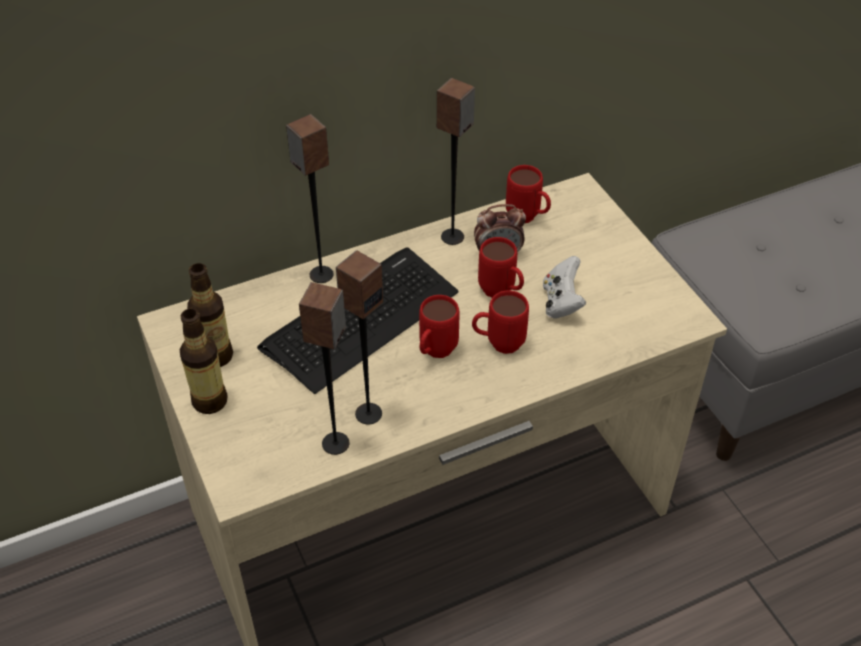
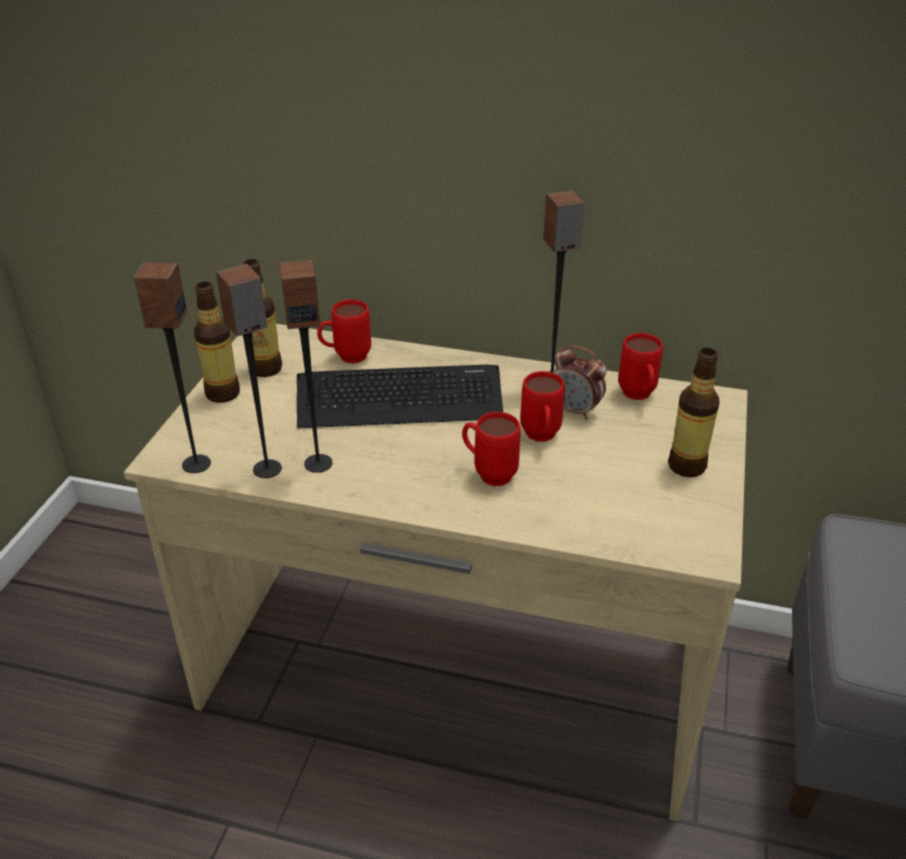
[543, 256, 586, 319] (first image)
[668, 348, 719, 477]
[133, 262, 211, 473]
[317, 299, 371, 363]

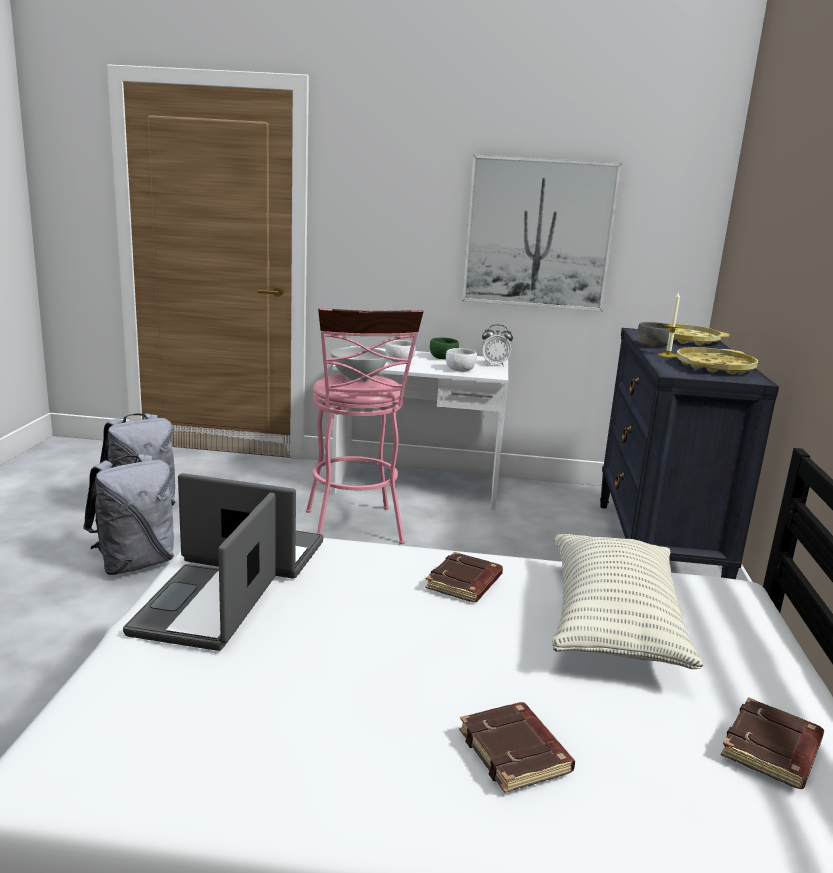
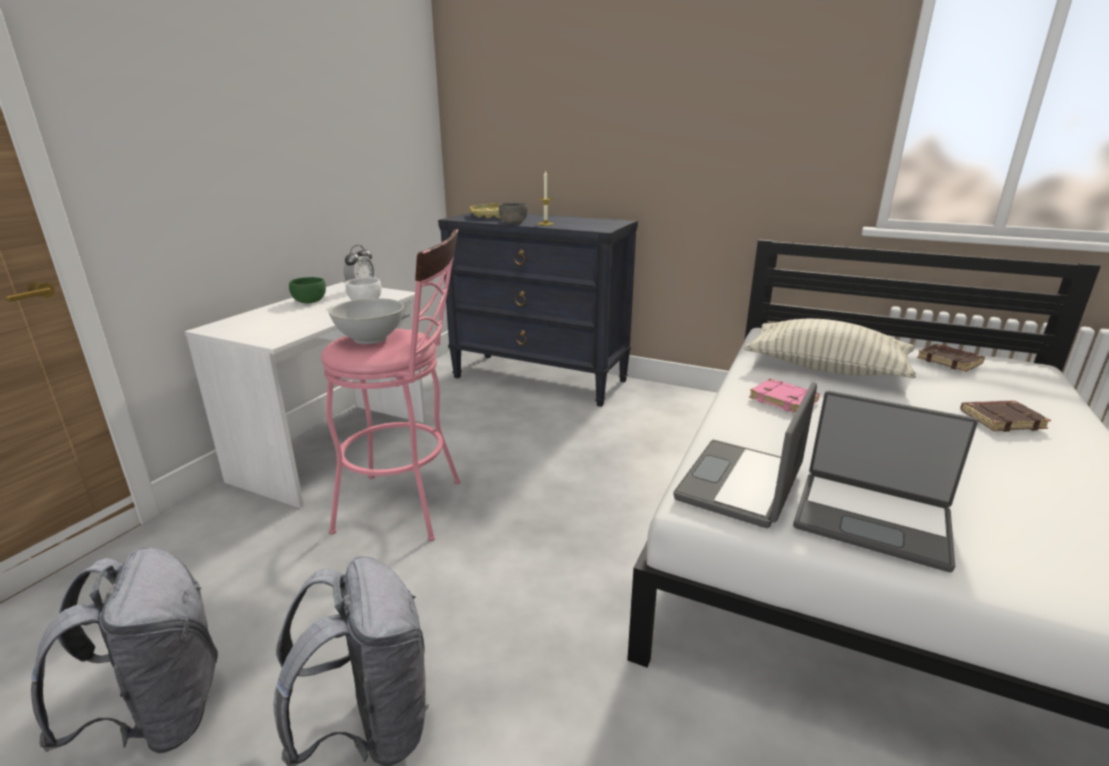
[385, 340, 415, 362] (first image)
[462, 155, 622, 312] (first image)
[676, 347, 758, 374] (first image)
[749, 379, 820, 413]

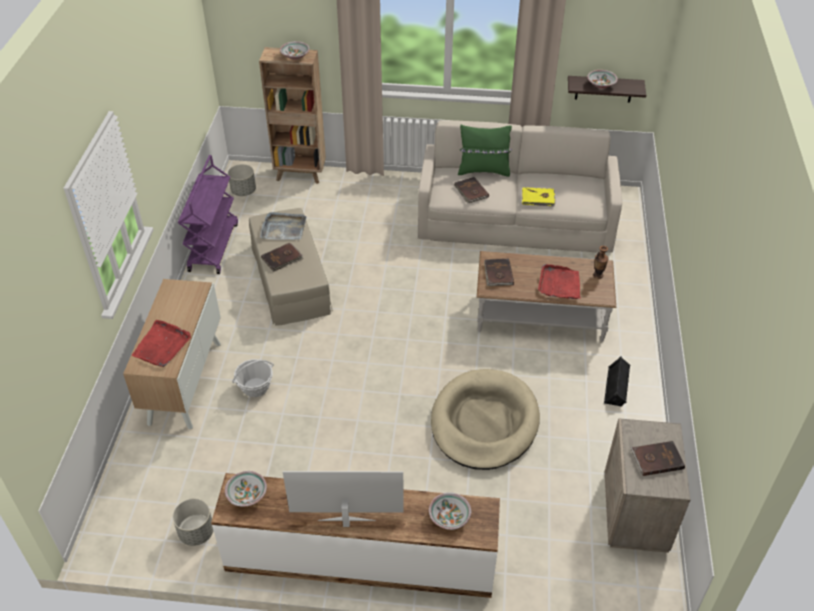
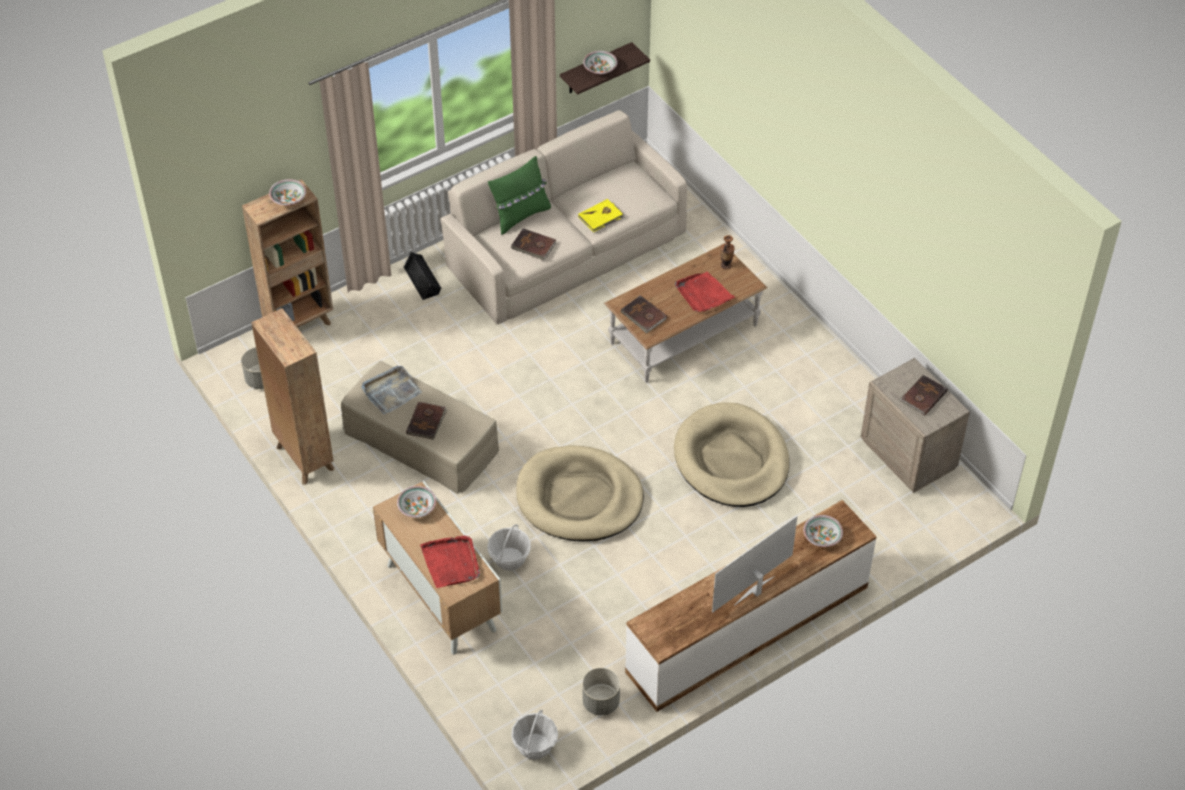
[511, 709, 558, 760]
[516, 445, 644, 542]
[397, 486, 436, 518]
[404, 252, 442, 300]
[251, 308, 334, 485]

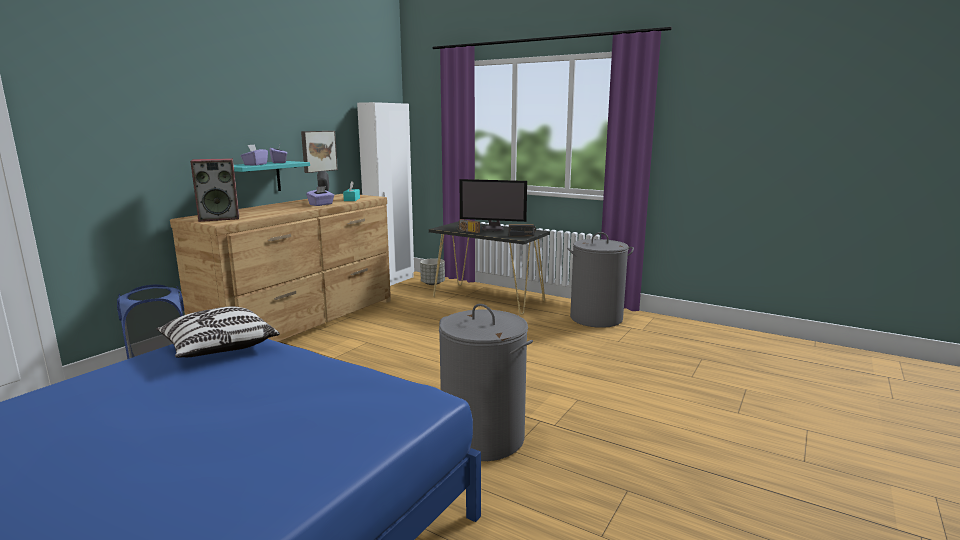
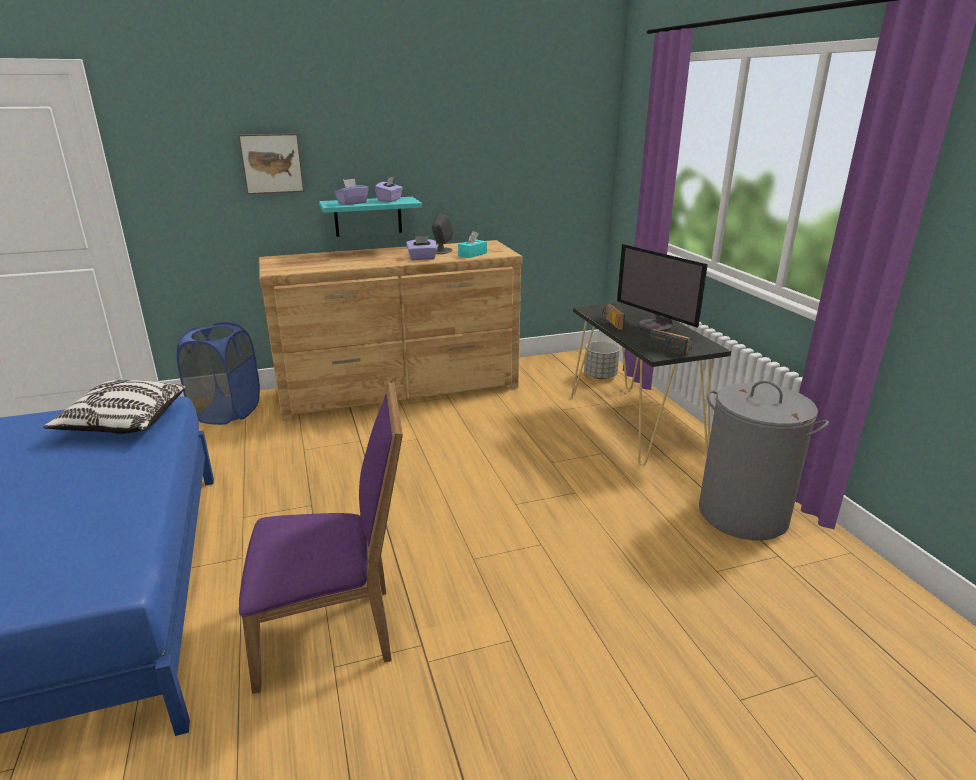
[190, 158, 239, 222] (first image)
[357, 102, 414, 286] (first image)
[238, 133, 304, 194]
[239, 381, 403, 694]

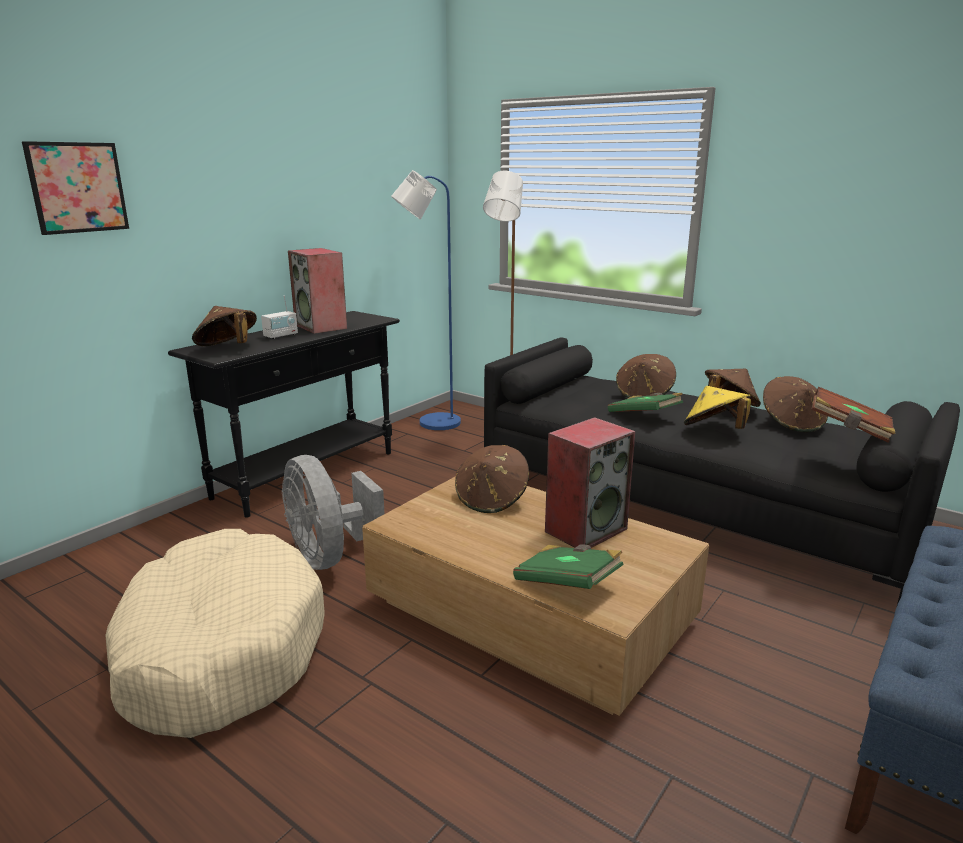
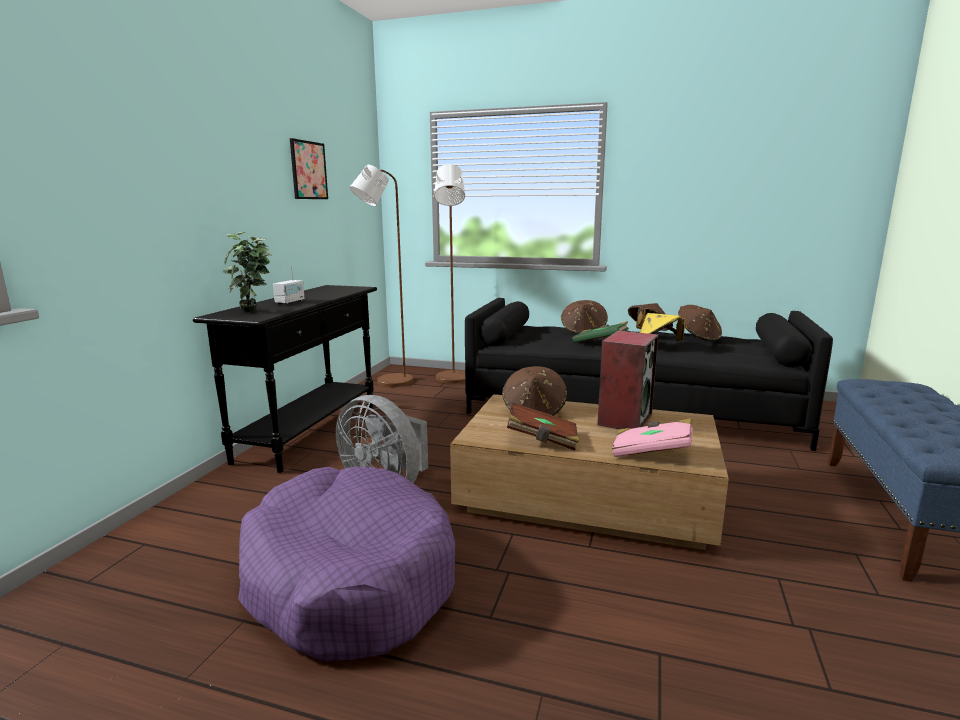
[288, 248, 347, 334] (first image)
[290, 138, 328, 199]
[507, 403, 579, 451]
[222, 232, 272, 312]
[238, 466, 455, 661]
[350, 164, 413, 387]
[612, 419, 693, 457]

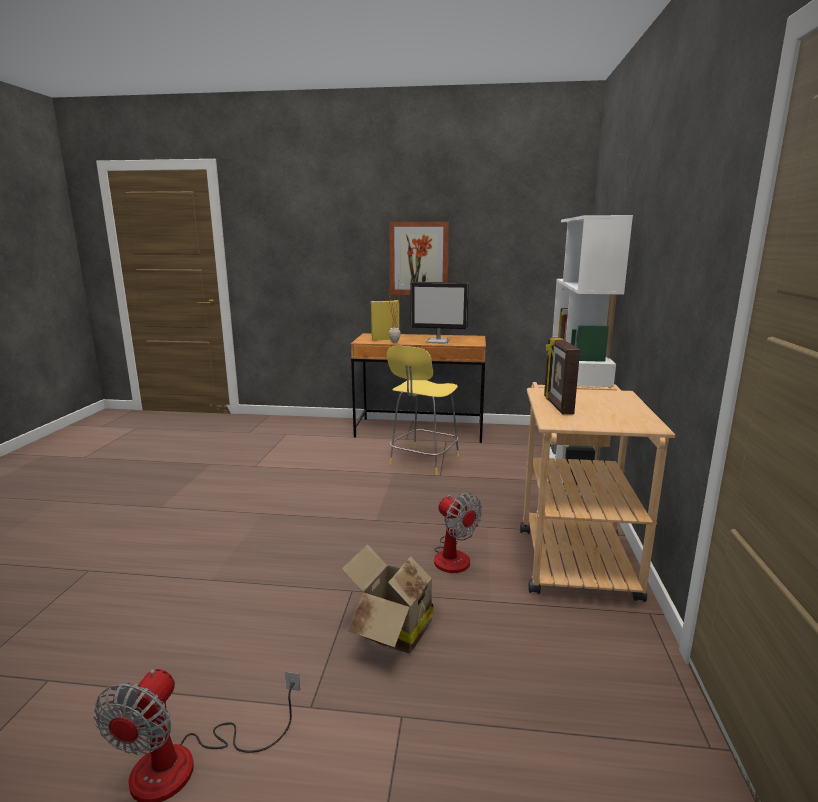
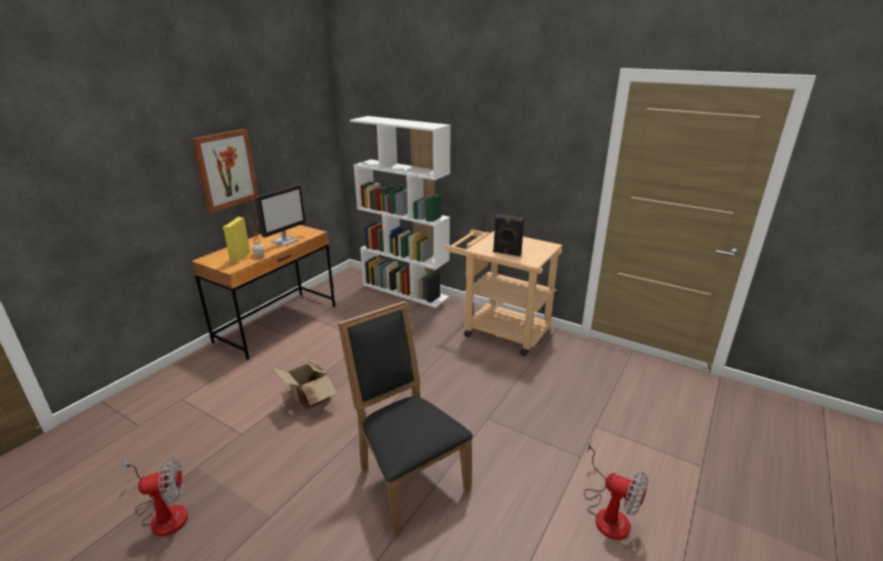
[387, 345, 459, 475] (first image)
[338, 301, 473, 535]
[273, 357, 337, 410]
[124, 458, 188, 536]
[493, 214, 524, 257]

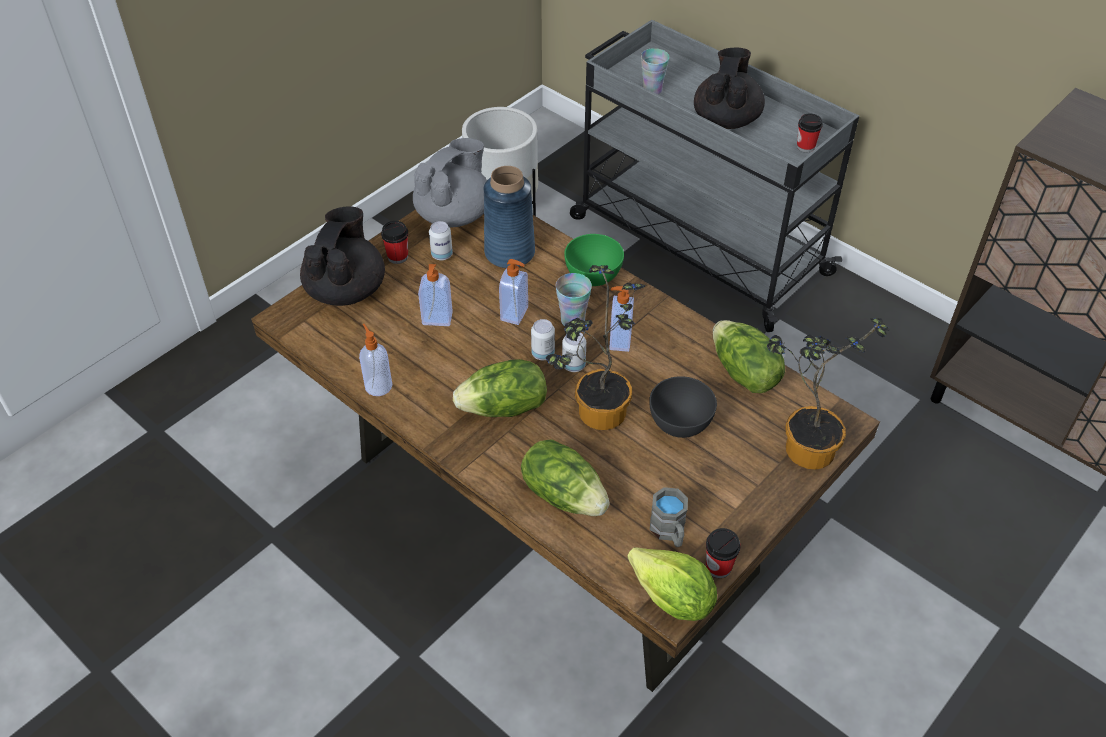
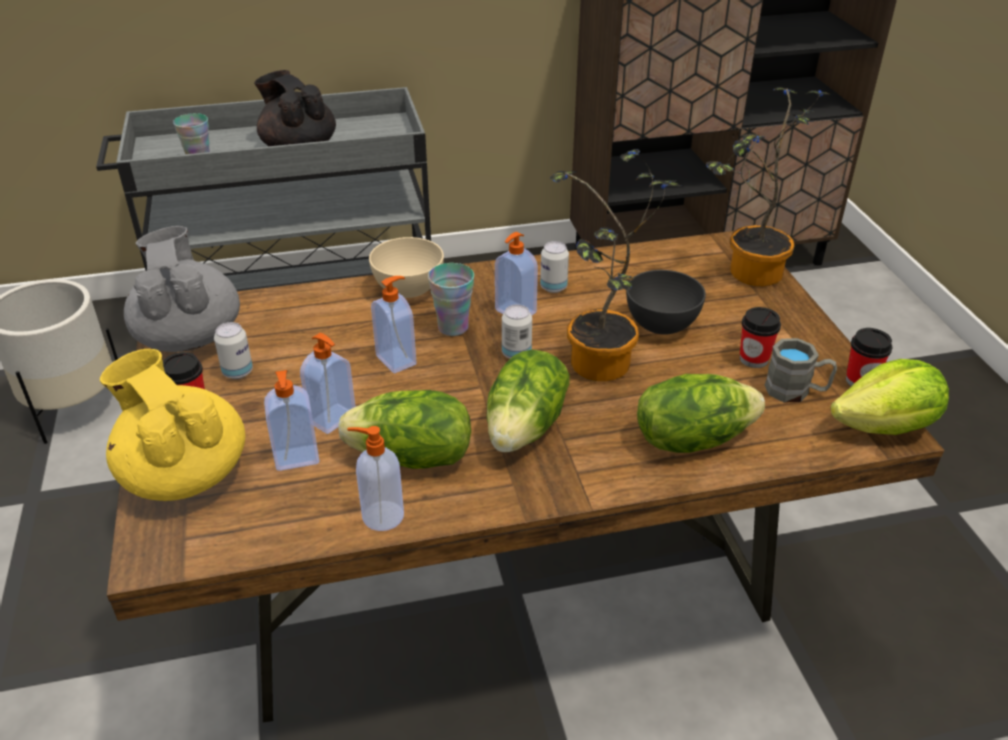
[484, 166, 535, 269] (first image)
[264, 370, 319, 471]
[540, 241, 569, 293]
[338, 390, 471, 469]
[740, 307, 781, 368]
[100, 349, 245, 501]
[369, 237, 444, 298]

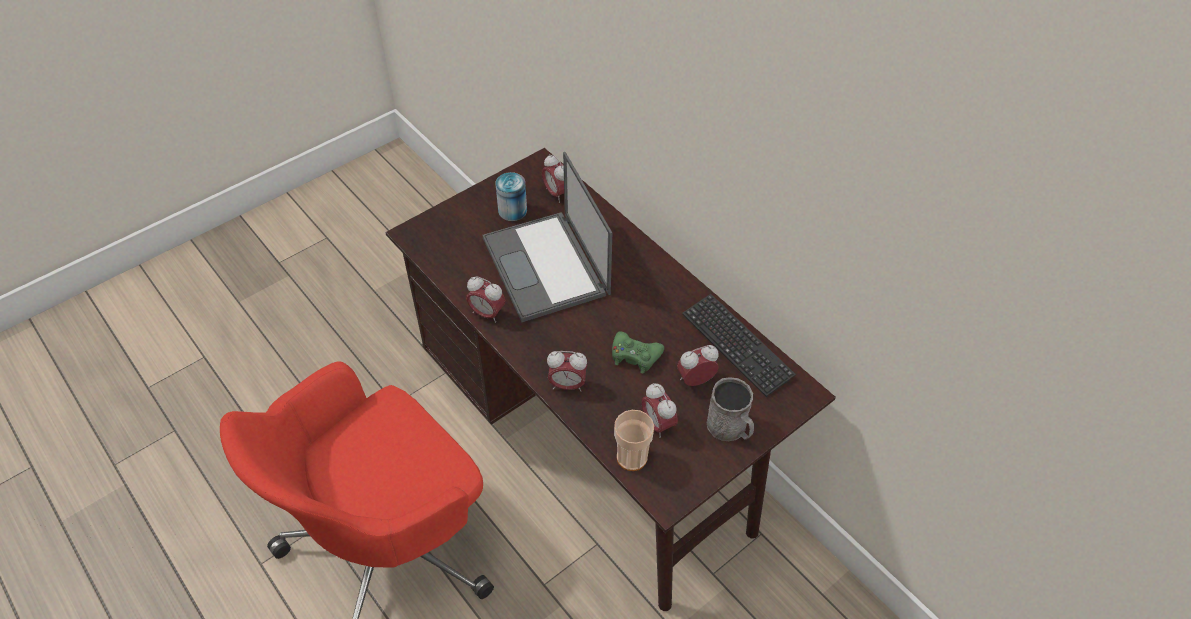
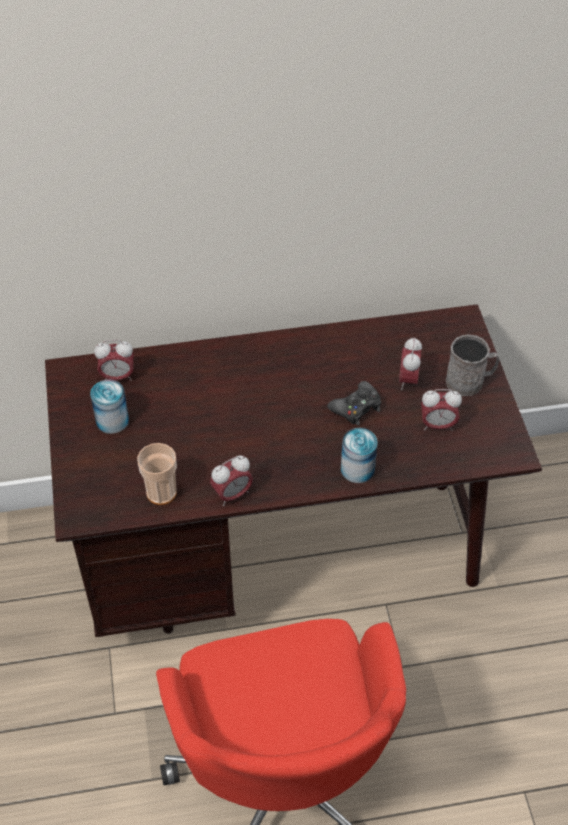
[482, 152, 612, 322] (first image)
[682, 294, 796, 397] (first image)
[137, 443, 177, 505]
[341, 428, 378, 483]
[327, 381, 381, 425]

